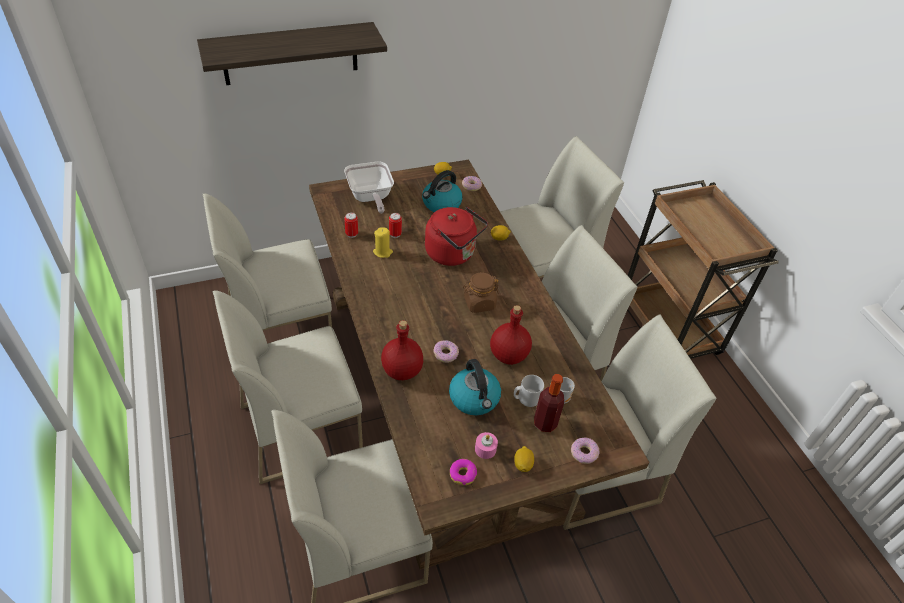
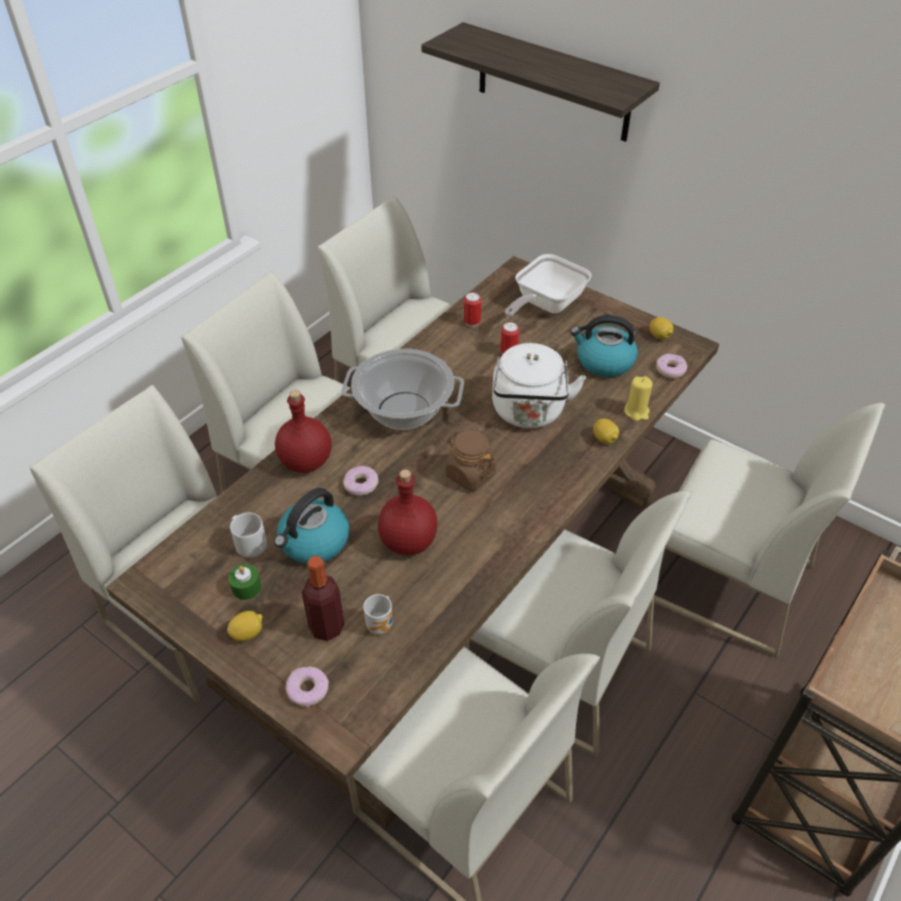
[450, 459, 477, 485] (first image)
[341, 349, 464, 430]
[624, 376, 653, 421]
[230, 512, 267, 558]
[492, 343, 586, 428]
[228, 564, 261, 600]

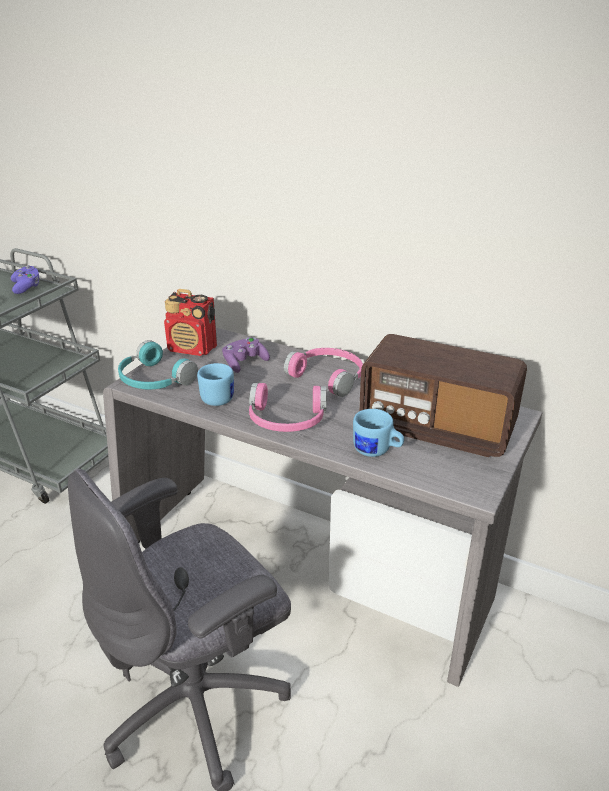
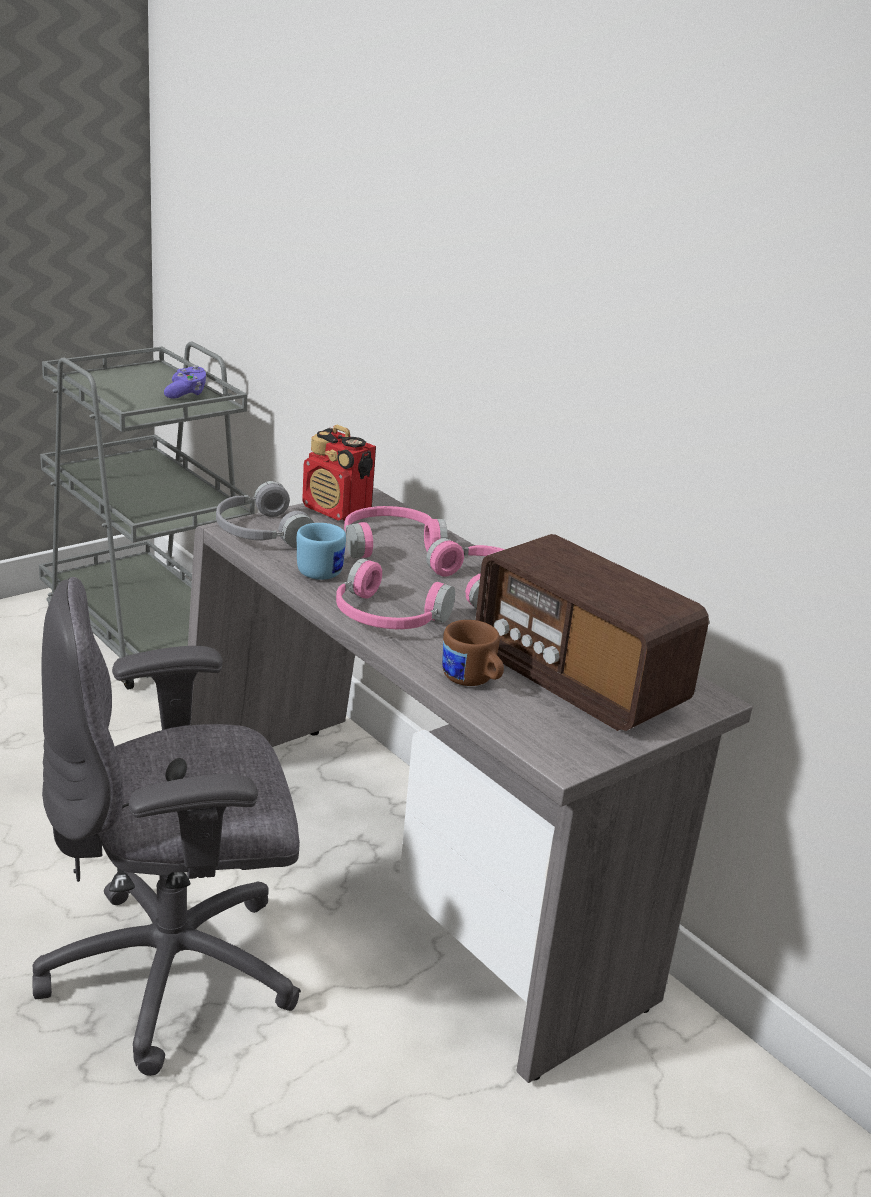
[344, 506, 448, 558]
[216, 481, 314, 548]
[442, 620, 504, 686]

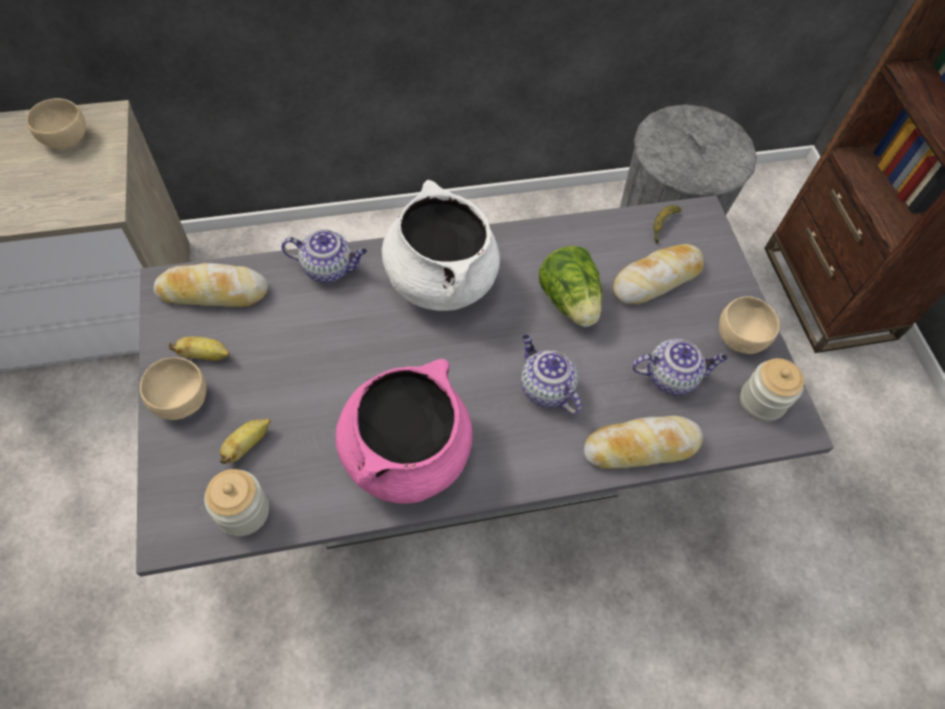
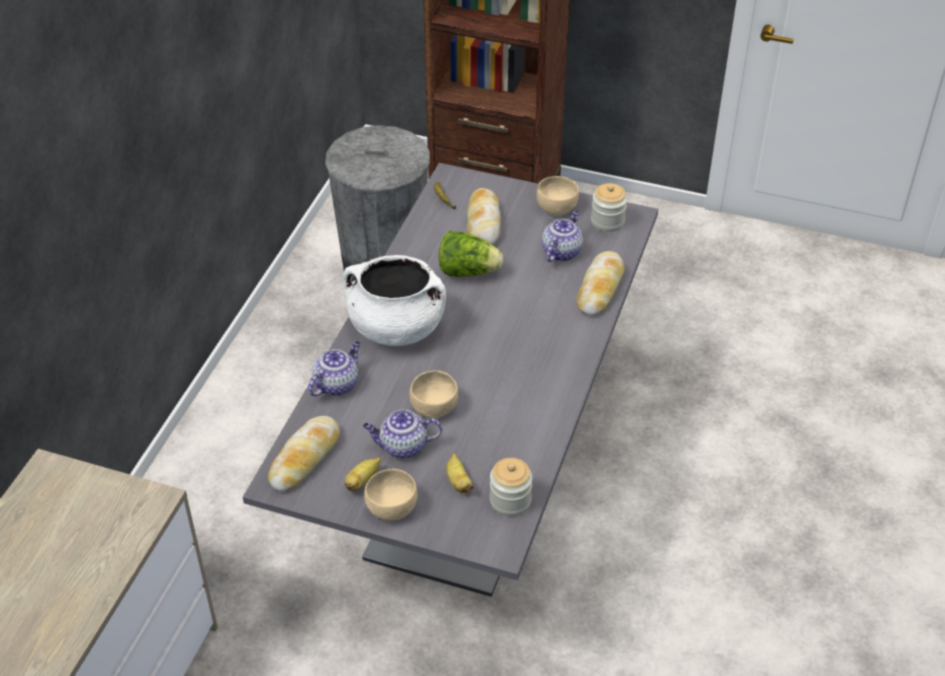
[336, 359, 473, 504] (first image)
[410, 370, 458, 418]
[363, 410, 442, 459]

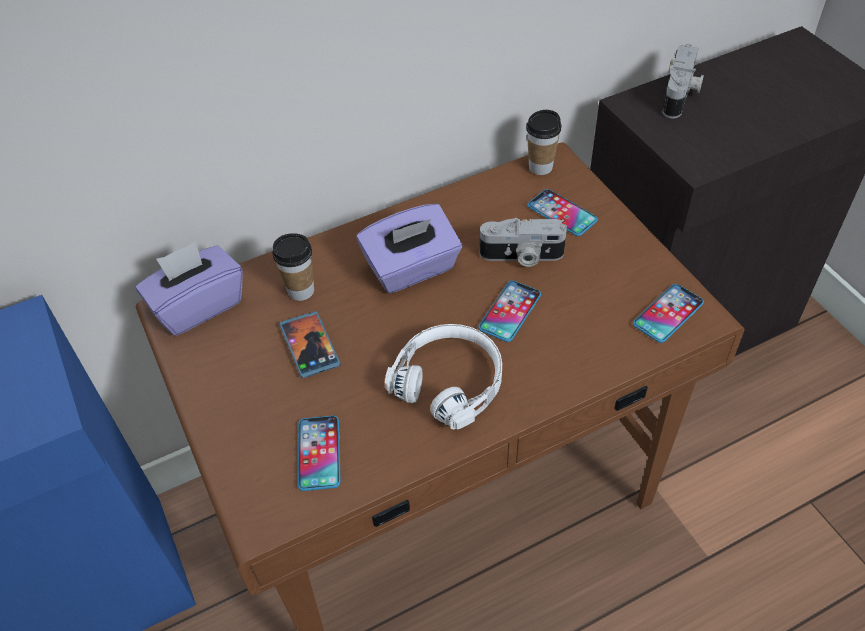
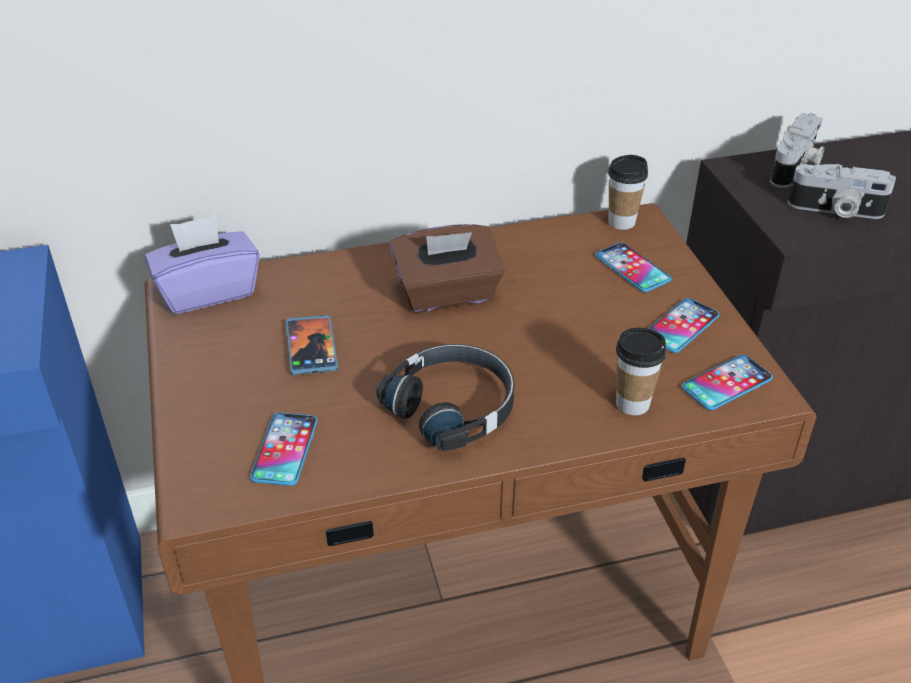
[616, 328, 667, 416]
[648, 298, 719, 353]
[788, 164, 896, 219]
[389, 224, 505, 312]
[377, 344, 515, 451]

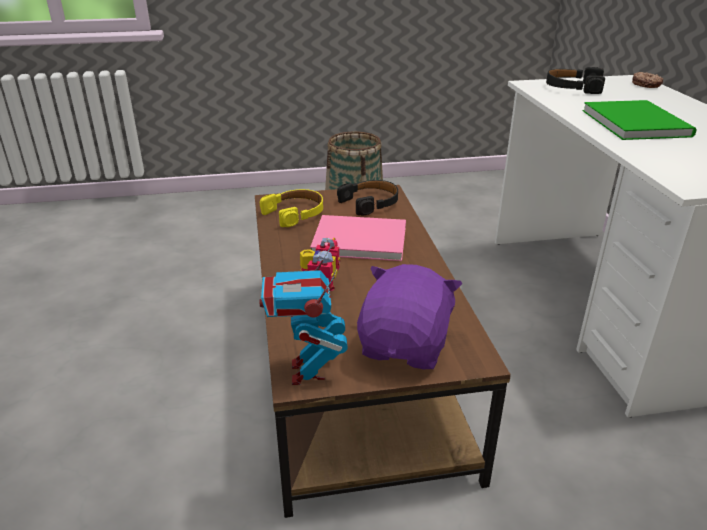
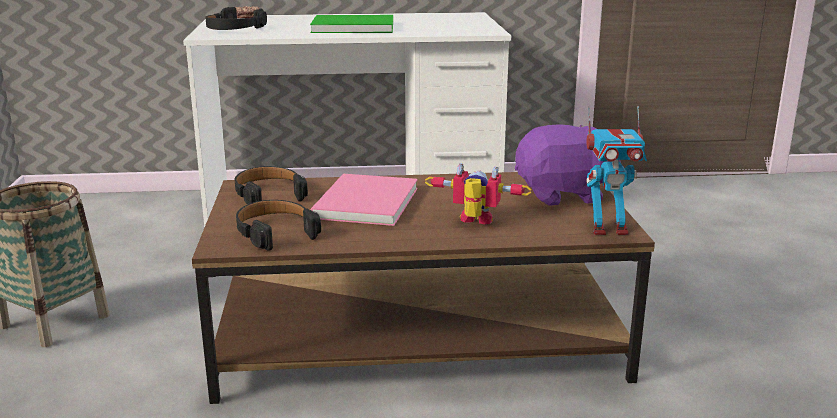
[236, 200, 321, 251]
[515, 124, 621, 206]

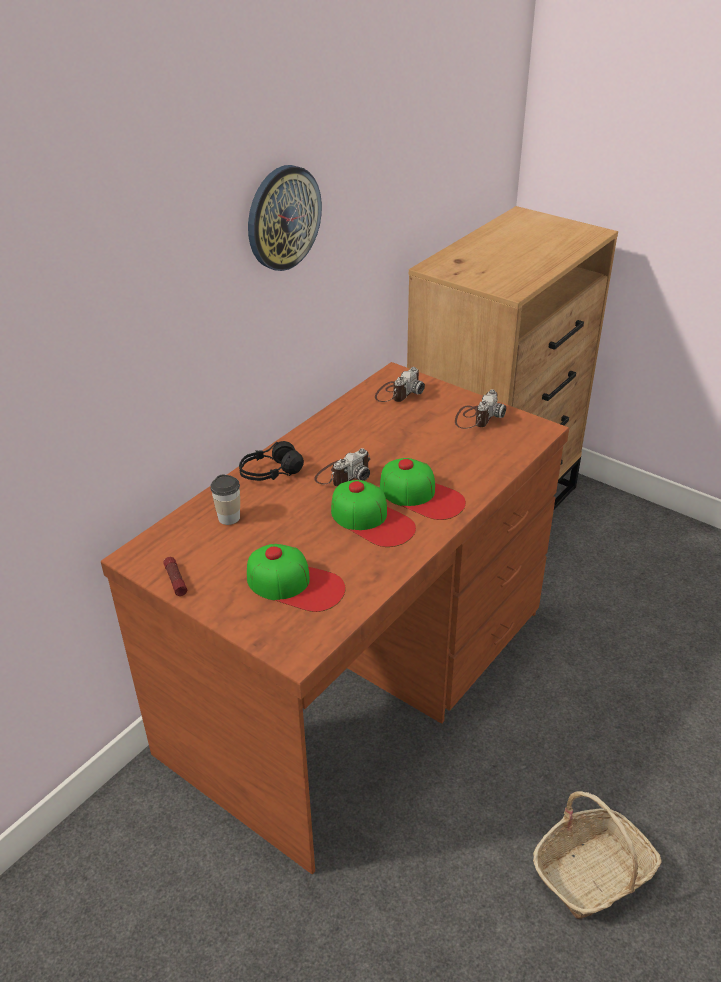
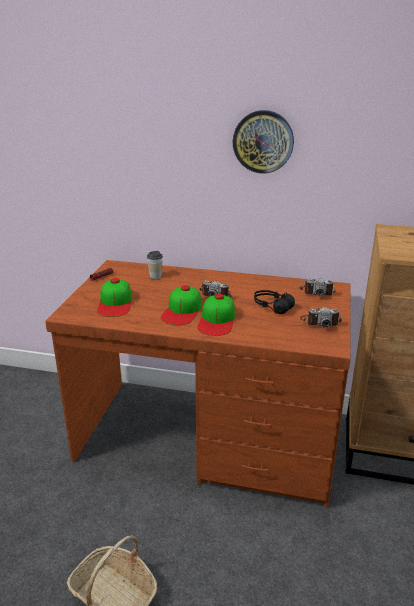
[254, 290, 295, 314]

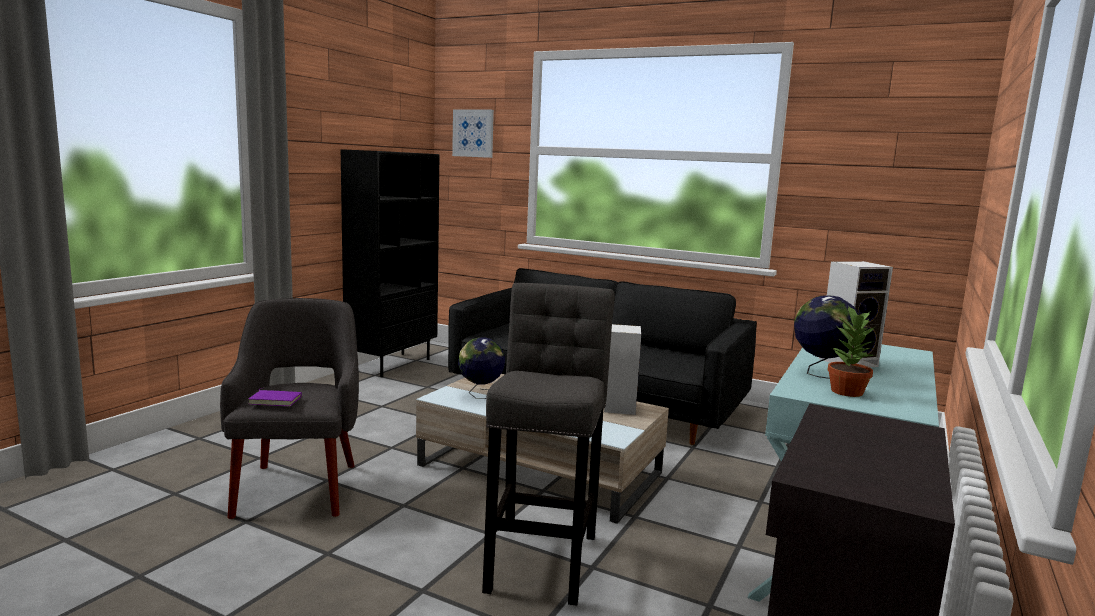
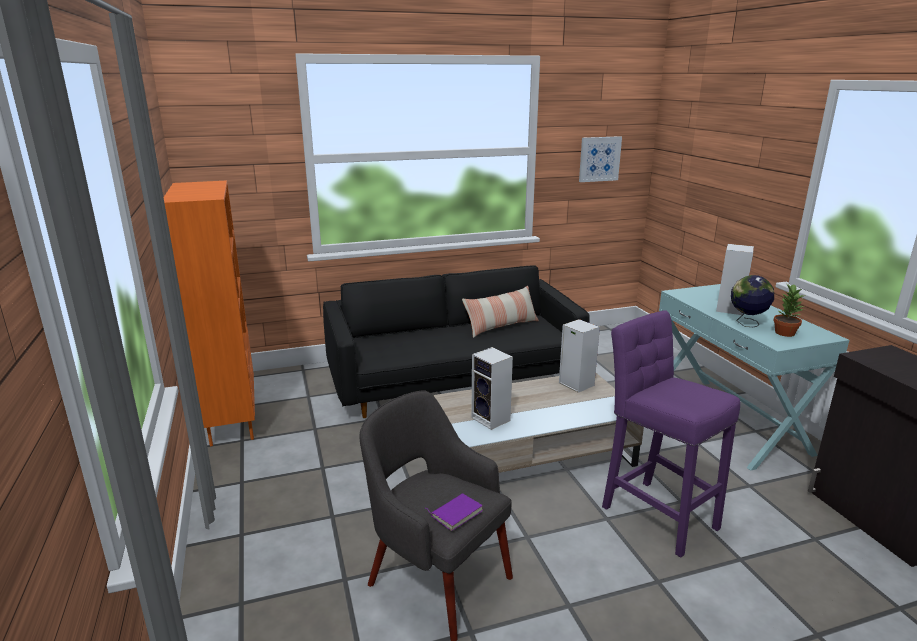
[462, 286, 539, 338]
[579, 136, 622, 182]
[471, 347, 513, 430]
[163, 181, 255, 446]
[602, 310, 740, 557]

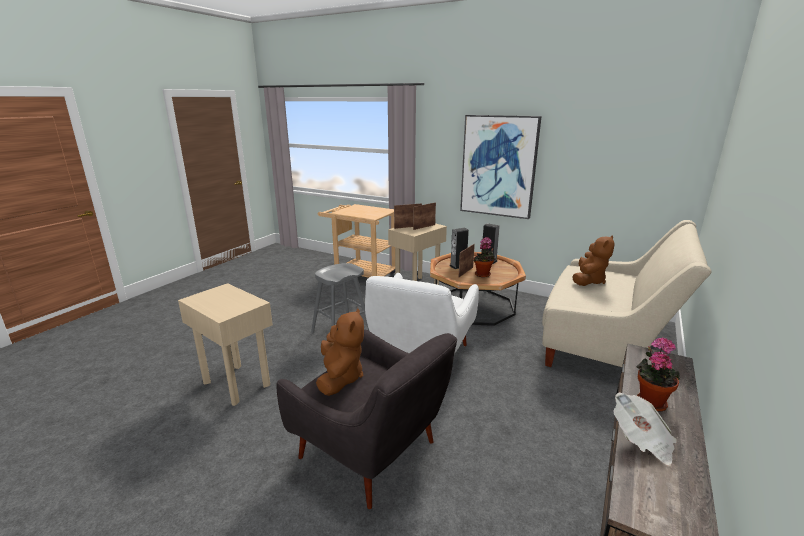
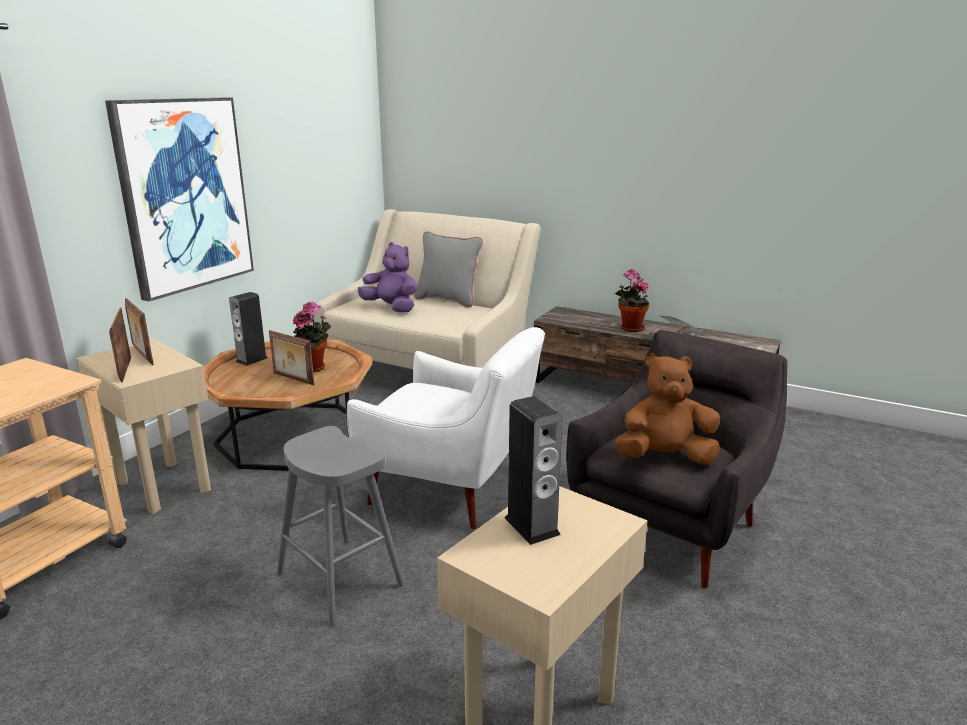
[414, 231, 483, 308]
[505, 396, 562, 545]
[358, 242, 417, 312]

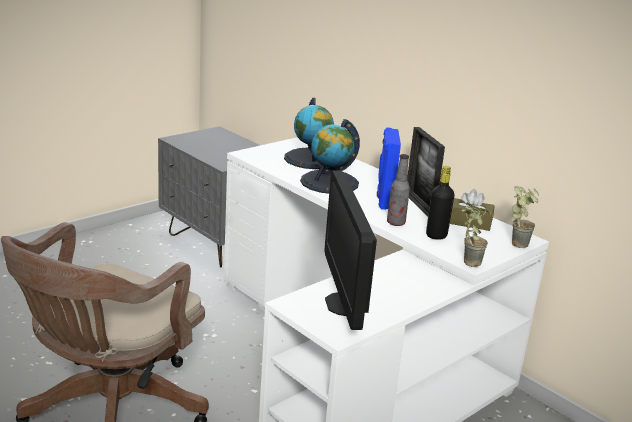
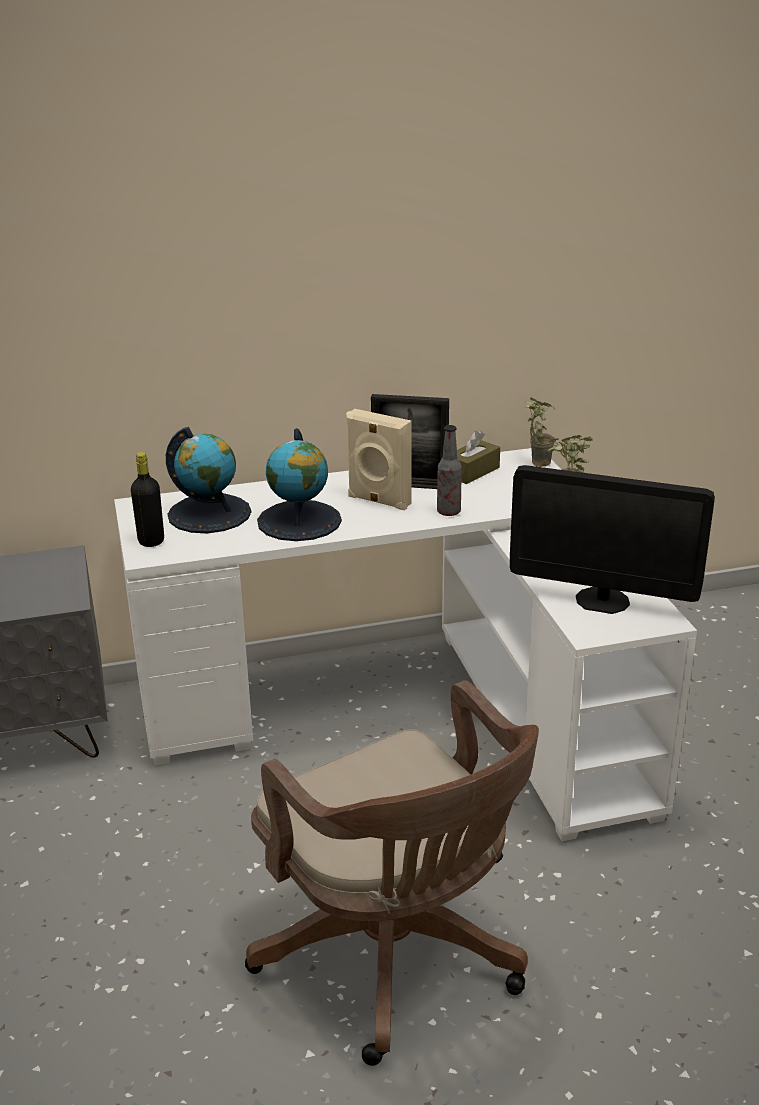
[131, 452, 164, 547]
[346, 409, 412, 511]

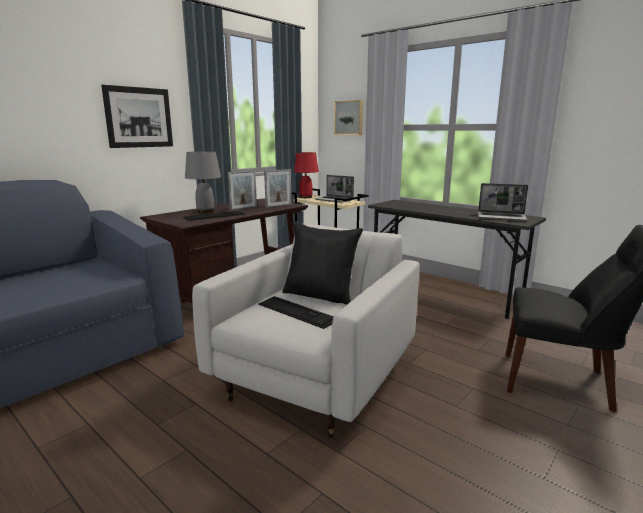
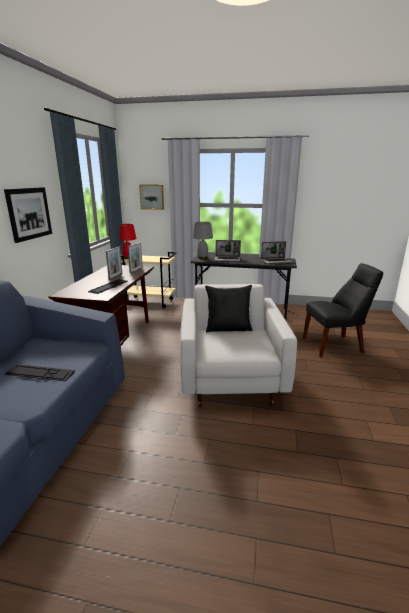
[192, 222, 213, 259]
[4, 364, 75, 381]
[214, 240, 241, 262]

